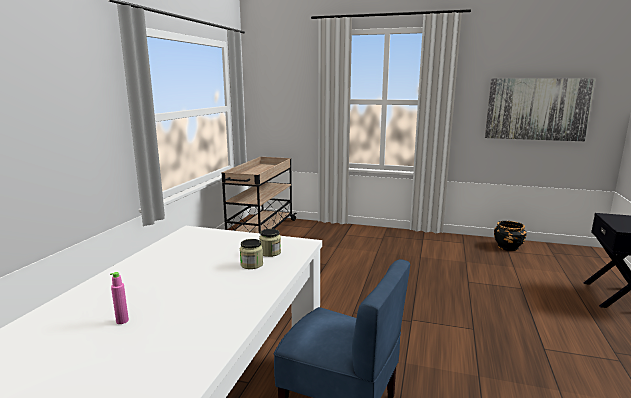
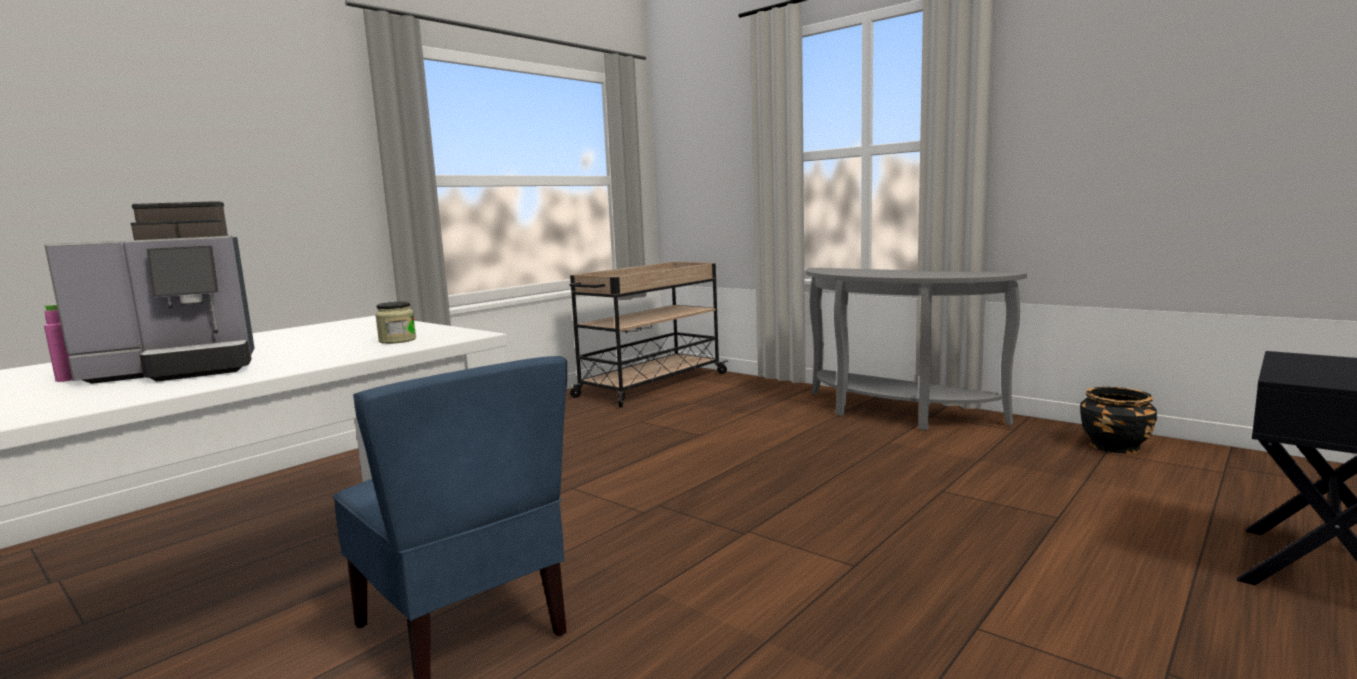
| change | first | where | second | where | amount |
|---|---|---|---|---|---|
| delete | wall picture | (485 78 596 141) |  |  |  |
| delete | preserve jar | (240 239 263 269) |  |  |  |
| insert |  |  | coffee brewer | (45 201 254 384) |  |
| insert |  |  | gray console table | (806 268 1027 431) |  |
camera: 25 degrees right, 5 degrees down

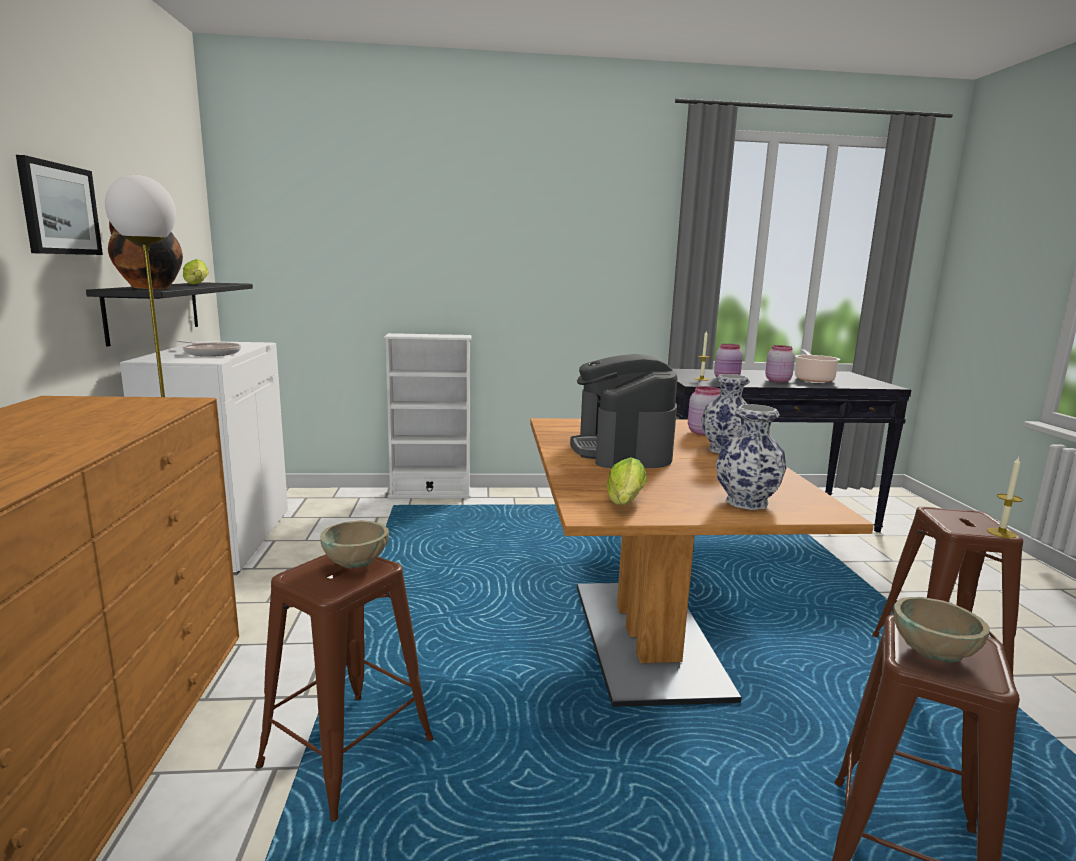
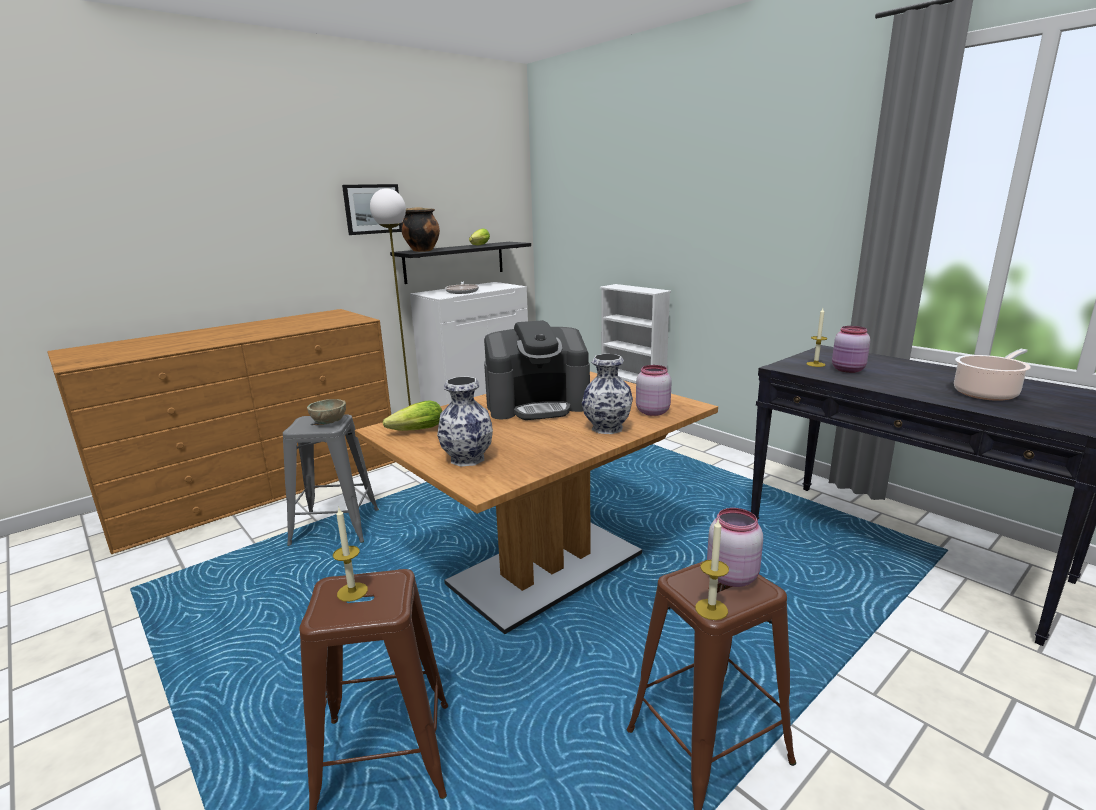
| change | first | where | second | where | amount |
|---|---|---|---|---|---|
| move | pinkish preserve jar | (765 345 795 382) |  | (707 508 763 587) |  |
| rotate | coffee brewer | (570 354 677 468) |  | (484 320 590 420) | 150 degrees counterclockwise |
| recolor | brown stool | (256 554 434 822) | gray stool | (283 414 379 546) |  |
| replace | beige-coloured deep dish | (894 597 990 663) | candle | (333 508 368 602) |  |
camera: 55 degrees right, 5 degrees up

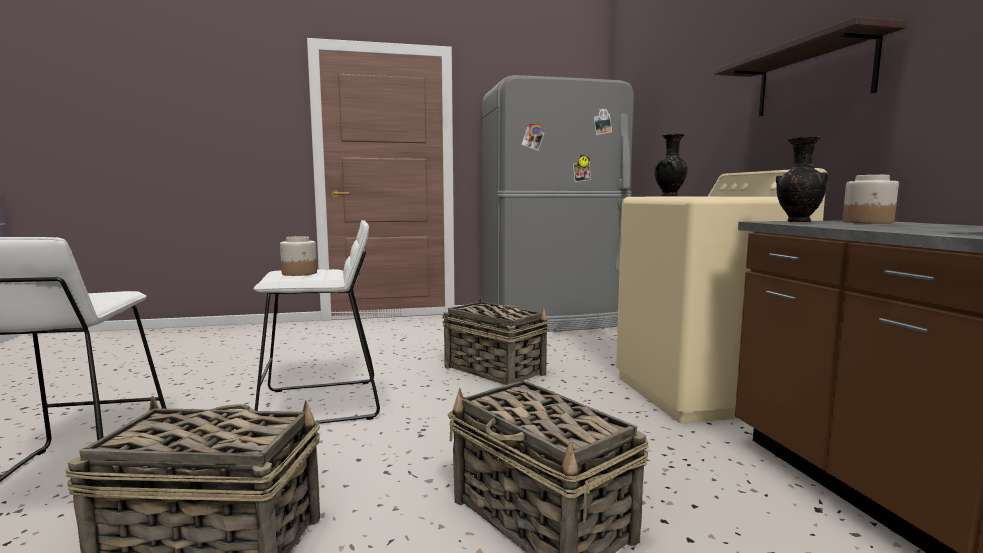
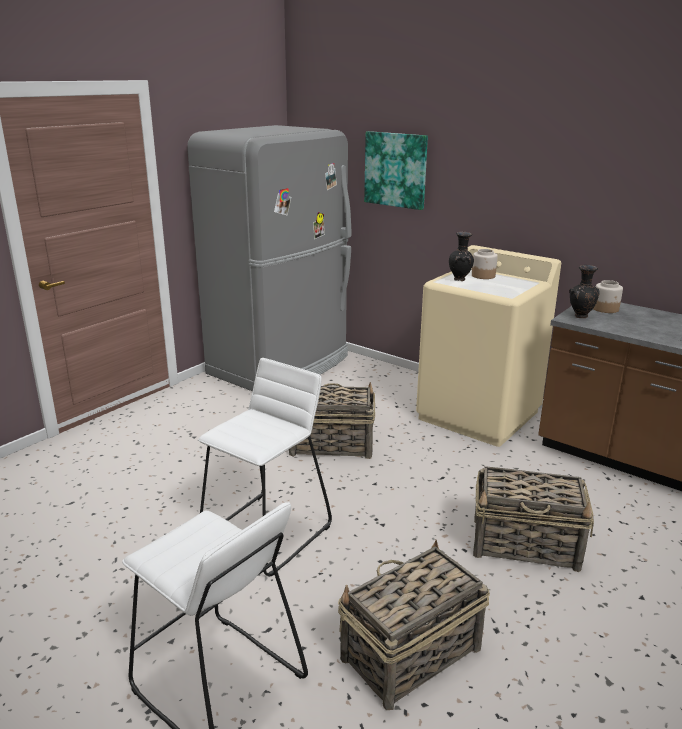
| change | first | where | second | where | amount |
|---|---|---|---|---|---|
| delete | shelf | (714 17 906 116) |  |  |  |
| move | preserve jar | (280 236 317 276) |  | (472 249 498 279) |  |
| insert |  |  | wall picture | (364 131 428 210) |  |
camera: 40 degrees left, 15 degrees up

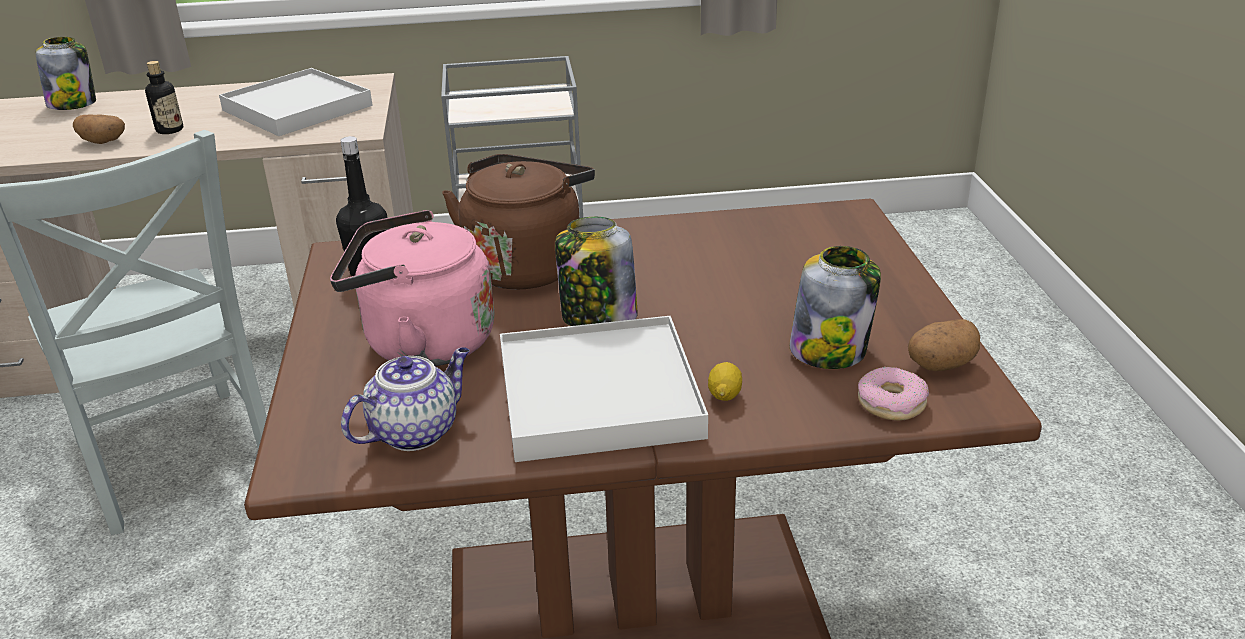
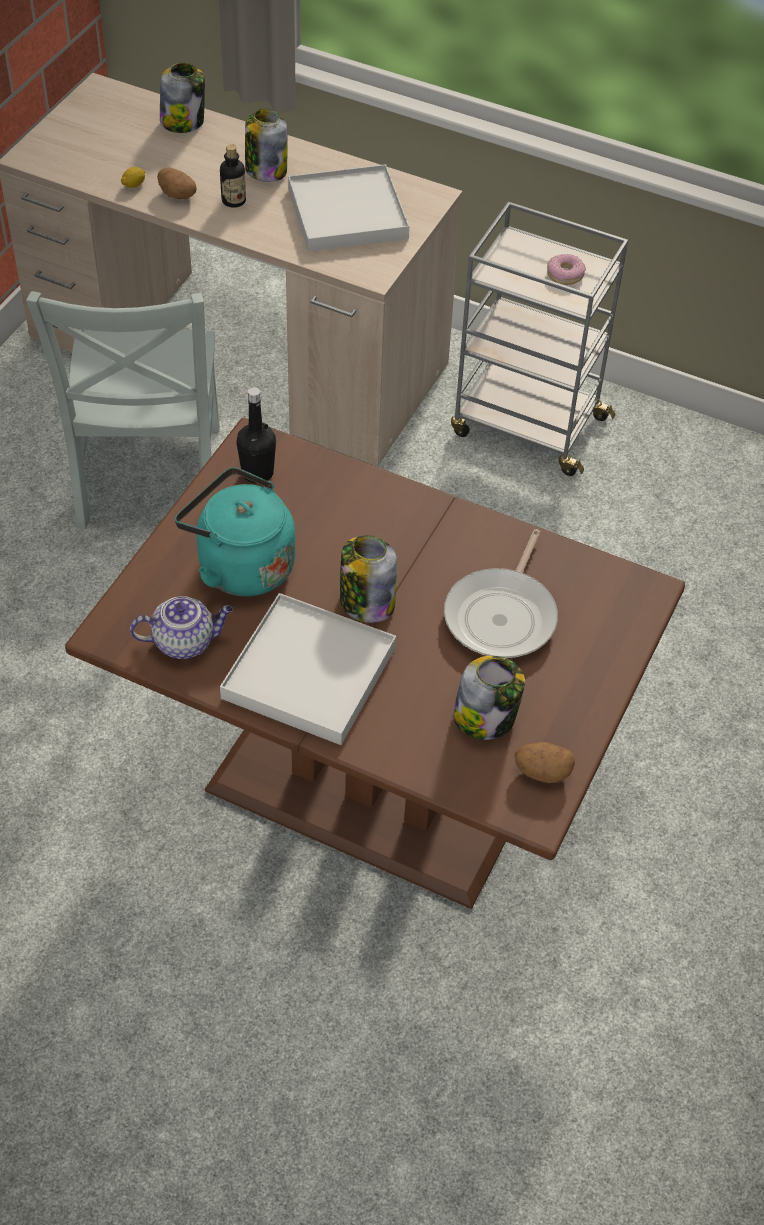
| change | first | where | second | where | amount |
|---|---|---|---|---|---|
| delete | brown kettle | (442 154 595 289) |  |  |  |
| recolor | pinkish kettle | (330 210 495 366) | turquoise-coloured kettle | (175 467 296 597) |  |
| move | lemon | (708 362 742 401) |  | (121 167 145 188) |  |
| move | ring doughnut | (858 367 929 421) |  | (547 254 586 285) |  |
| insert |  |  | preserve jar | (245 109 288 182) |  |
| insert |  |  | pan | (444 529 558 658) |  |
camera: 30 degrees right, 20 degrees up

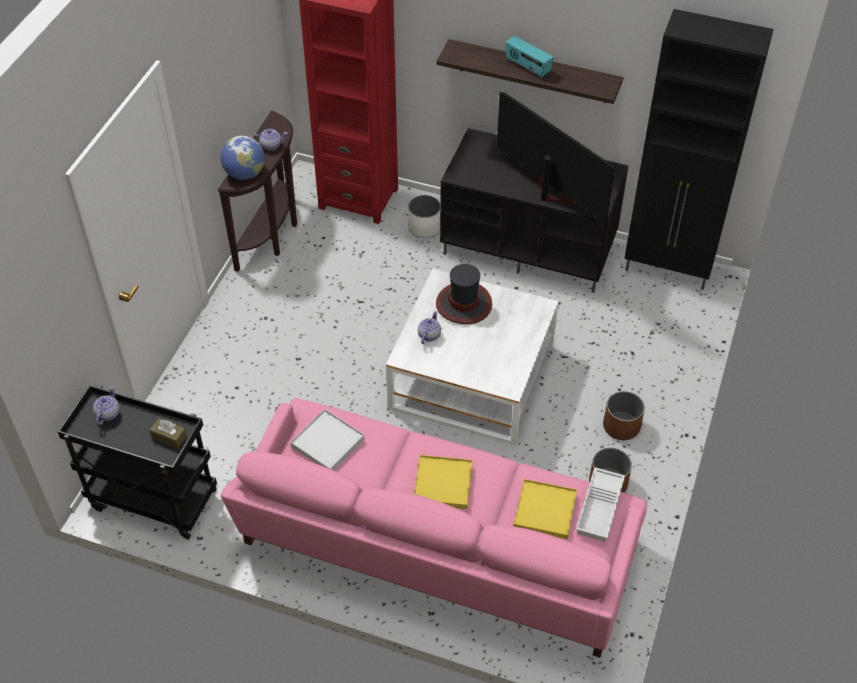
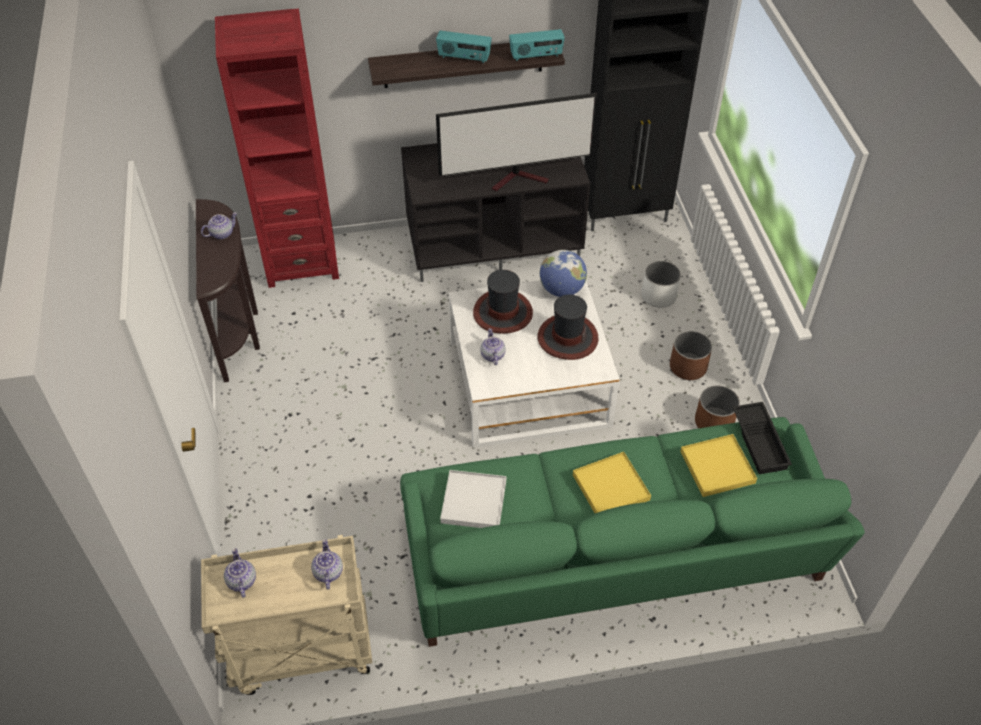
| change | first | where | second | where | amount |
|---|---|---|---|---|---|
| rotate | TV | (497 92 615 224) |  | (436 93 597 191) | 150 degrees clockwise |
| move | world globe | (220 136 265 180) |  | (540 250 587 297) |  |
| move | white-coloured planter | (408 195 440 238) |  | (641 261 681 307) |  |
| recolor | black-coloured cart | (58 385 217 539) | beige-coloured cart | (201 535 372 695) |  |
| recolor | pinkish couch | (221 398 647 658) | green-coloured couch | (400 417 865 647) |  |
| replace | brown tissue box | (150 418 187 448) | teapot | (311 539 343 590) |  |
| recolor | white-coloured carrying tray | (576 467 625 542) | black-coloured carrying tray | (733 402 792 474) |  |
| insert |  |  | radio set | (509 29 565 61) |  |
| insert |  |  | hat | (538 295 599 360) |  |
camera: 30 degrees left, 0 degrees up

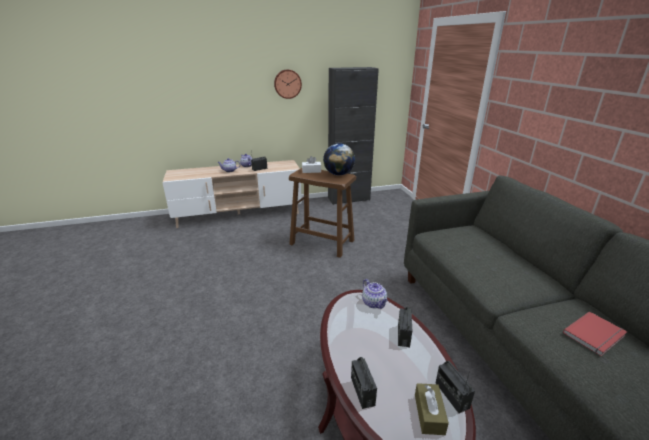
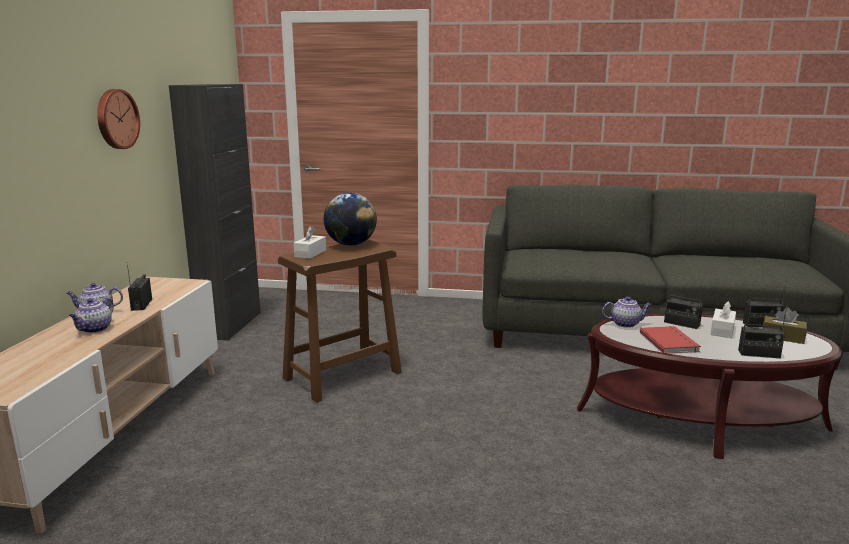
| change | first | where | second | where | amount |
|---|---|---|---|---|---|
| move | red volume | (563 312 627 356) |  | (640 326 701 353) |  |
| insert |  |  | white-coloured tissue box | (711 301 736 338) |  |
camera: 65 degrees left, 10 degrees down

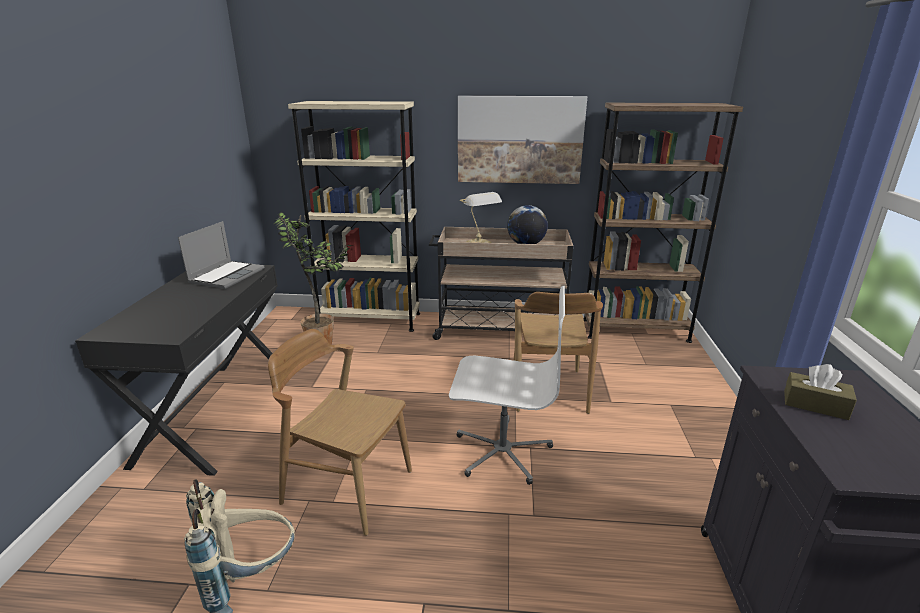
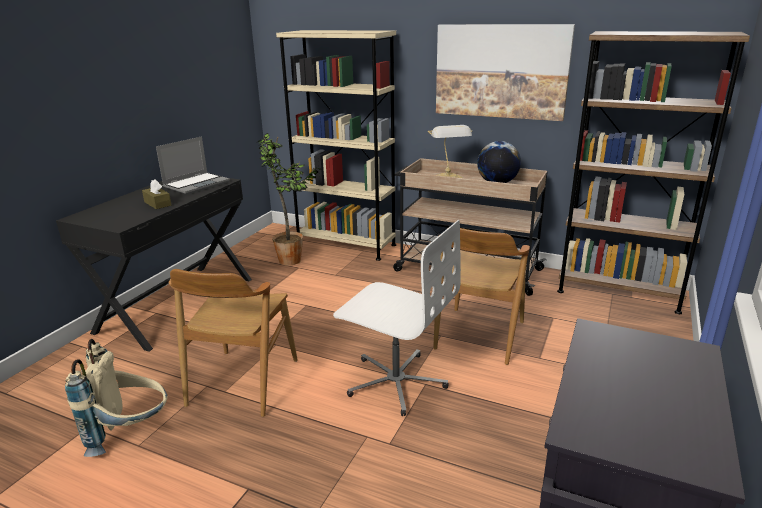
| change | first | where | second | where | amount |
|---|---|---|---|---|---|
| rotate | brown chair | (268 329 412 536) |  | (169 269 298 417) | 120 degrees counterclockwise |
| move | brown tissue box | (784 364 857 420) |  | (142 179 171 209) |  |
camera: 20 degrees right, 0 degrees up

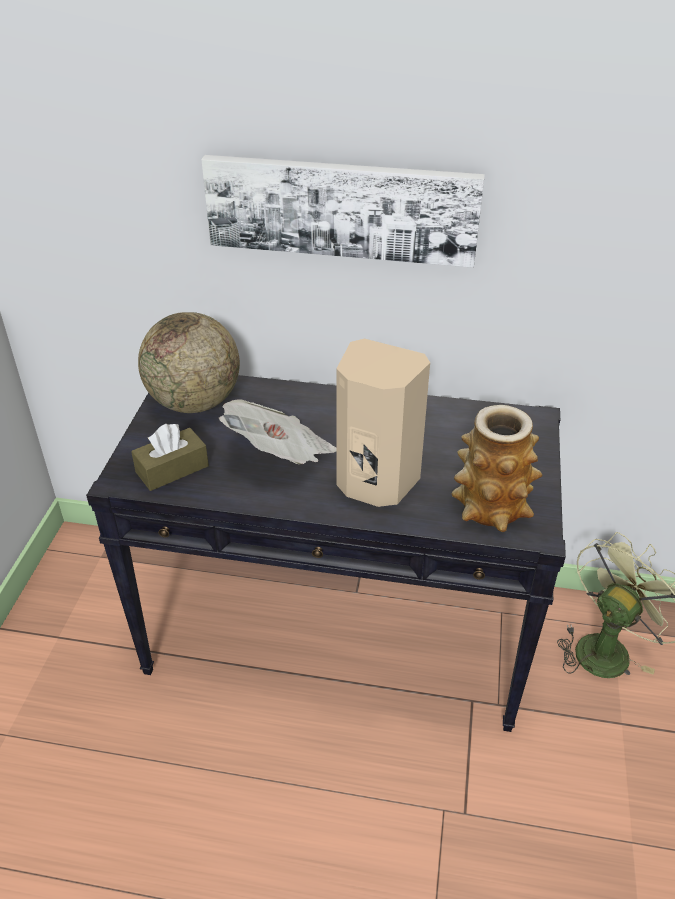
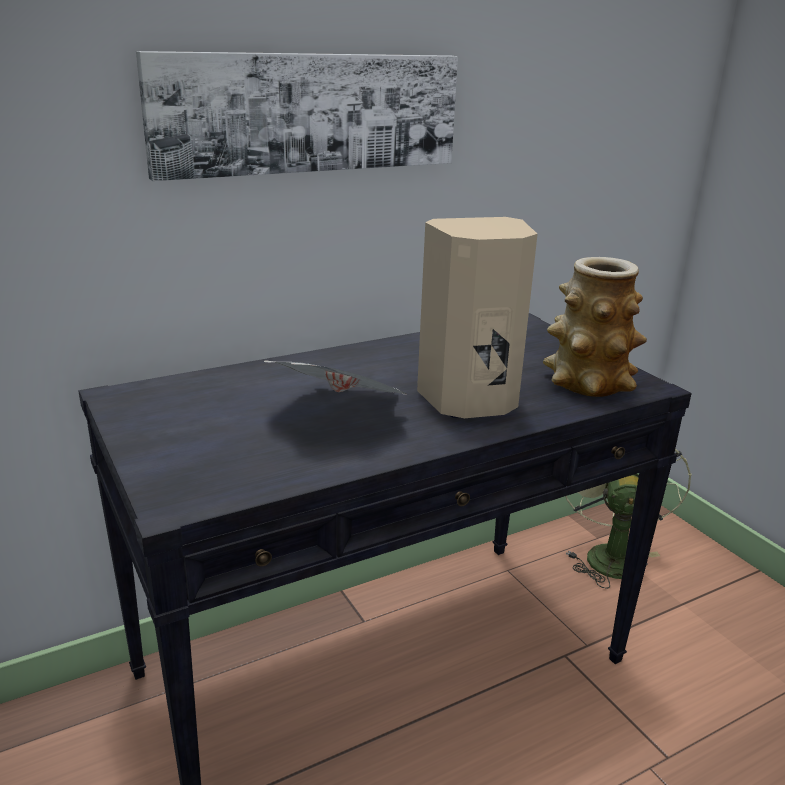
| change | first | where | second | where | amount |
|---|---|---|---|---|---|
| delete | world globe | (138 312 240 413) |  |  |  |
| delete | brown tissue box | (131 424 209 491) |  |  |  |
camera: 40 degrees left, 15 degrees down

